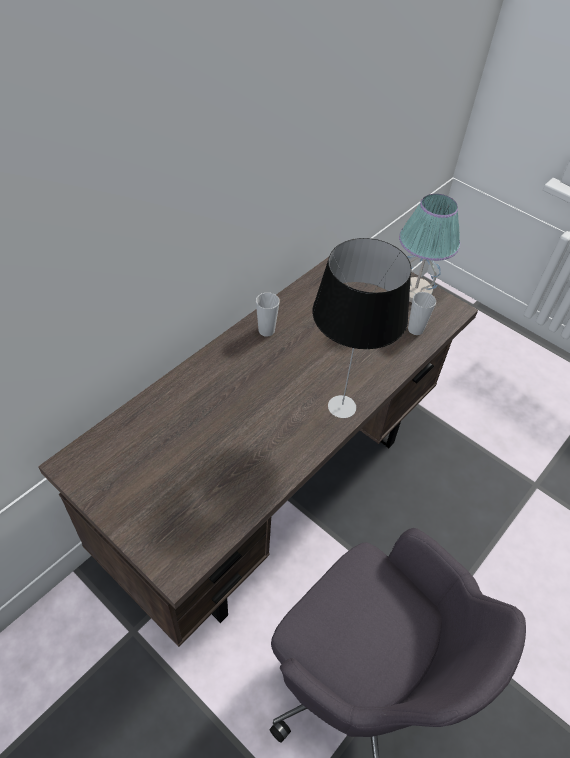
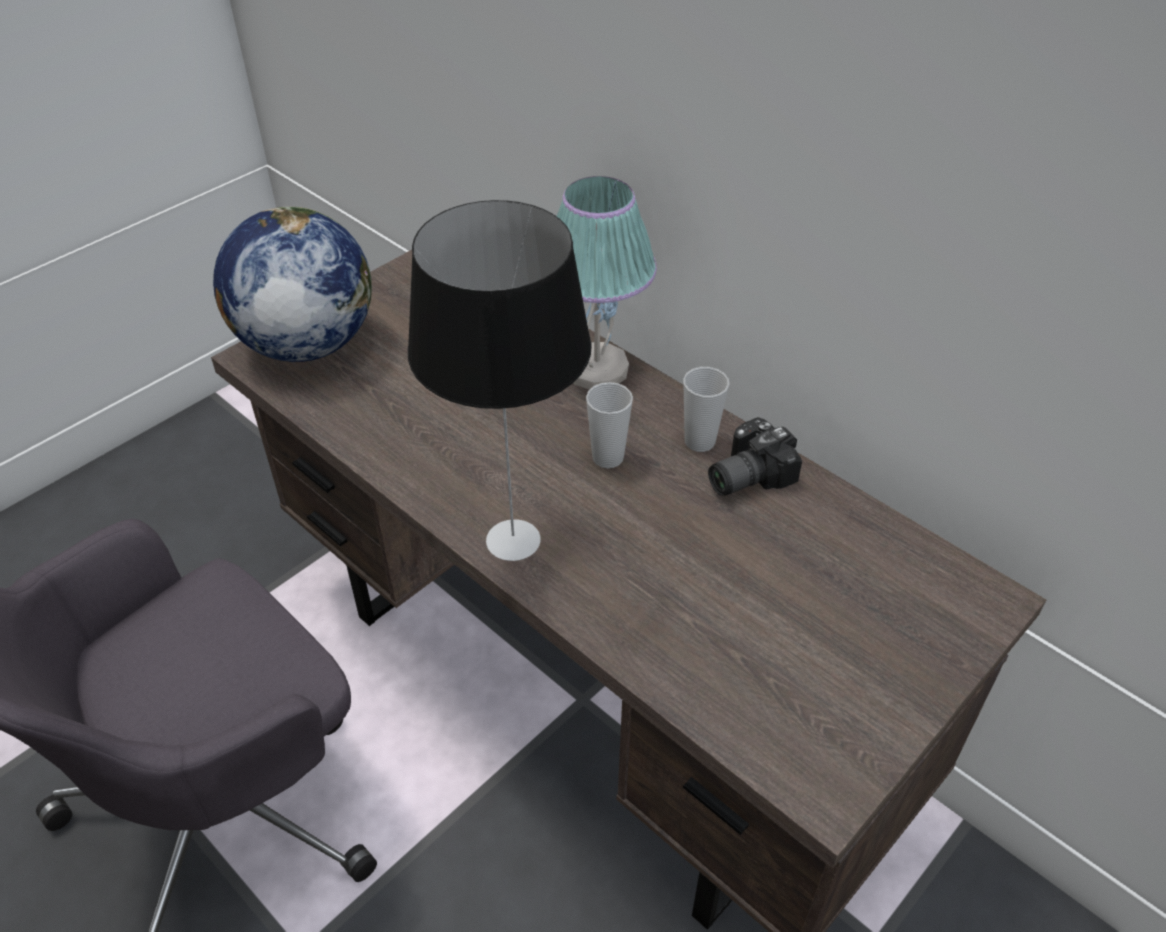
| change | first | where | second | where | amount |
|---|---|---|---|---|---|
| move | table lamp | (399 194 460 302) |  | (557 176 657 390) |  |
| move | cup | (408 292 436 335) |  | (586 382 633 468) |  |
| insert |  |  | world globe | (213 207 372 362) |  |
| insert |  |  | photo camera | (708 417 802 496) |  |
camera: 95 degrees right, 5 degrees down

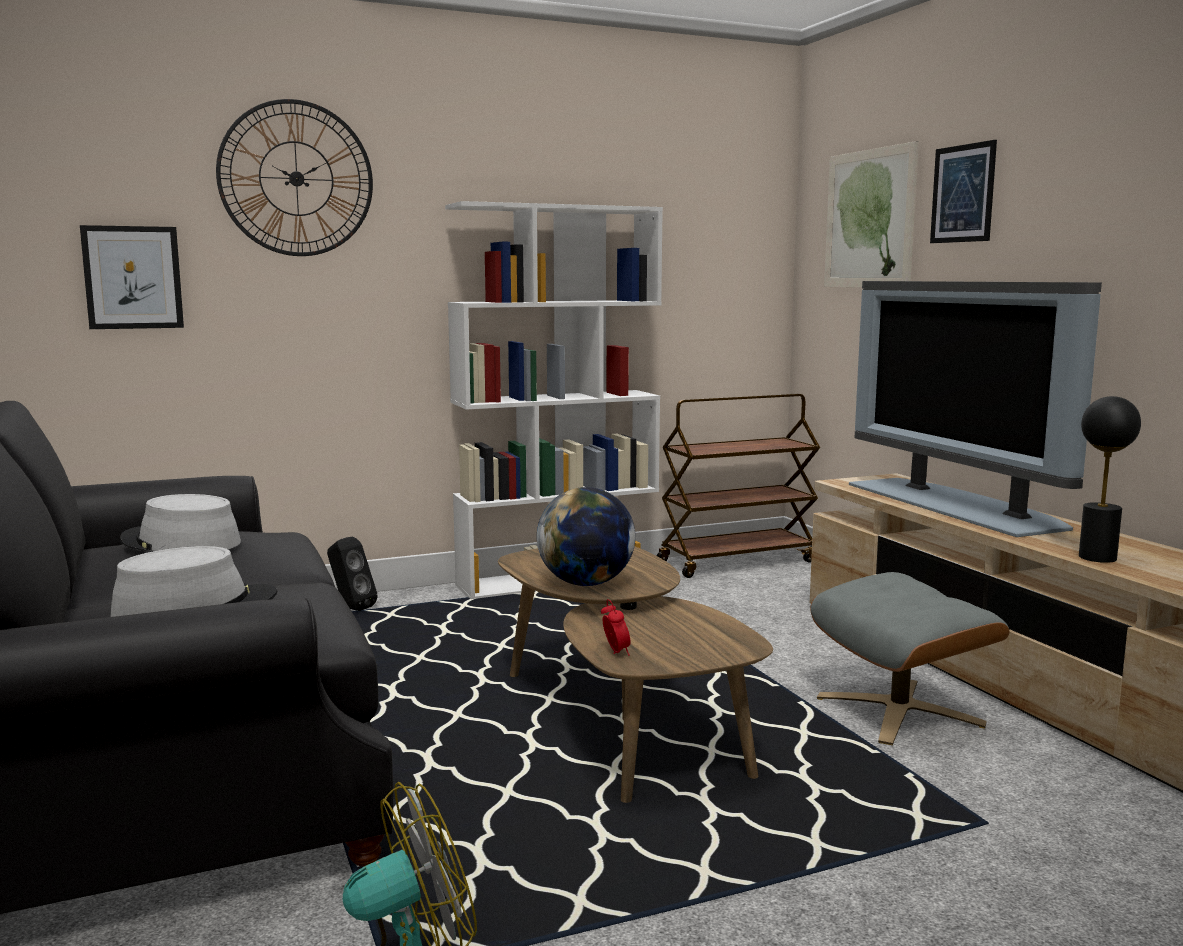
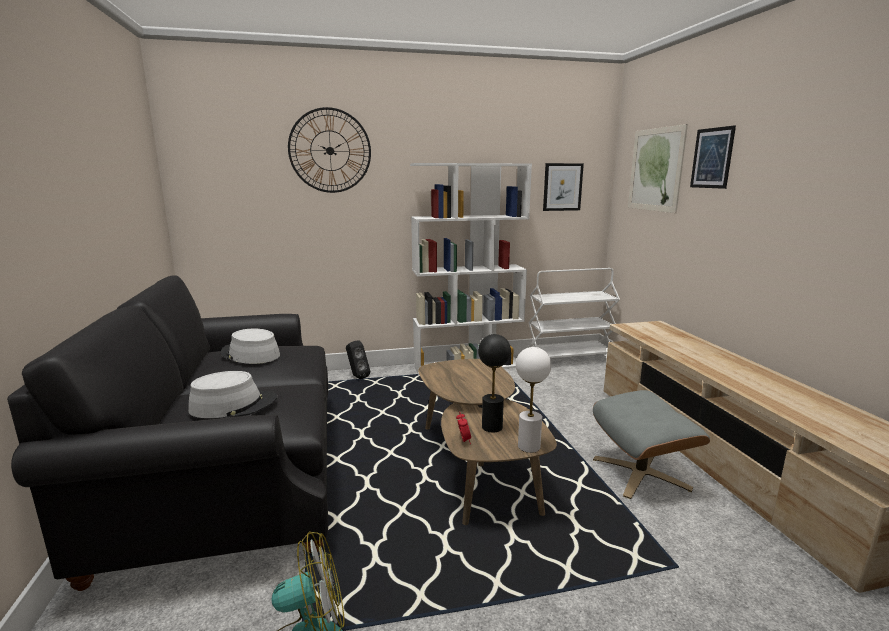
| change | first | where | second | where | amount |
|---|---|---|---|---|---|
| move | wall picture | (80 225 184 329) |  | (543 163 584 211) |  |
| delete | TV | (849 281 1102 537) |  |  |  |
| recolor | brown cart | (657 394 820 578) | white-coloured cart | (527 268 620 358) |  |
| move | black-coloured table lamp | (1079 396 1141 563) |  | (478 334 511 432) |  |
| delete | world globe | (537 487 635 586) |  |  |  |
| insert |  |  | white-coloured table lamp | (516 347 551 453) |  |
camera: 10 degrees right, 5 degrees up

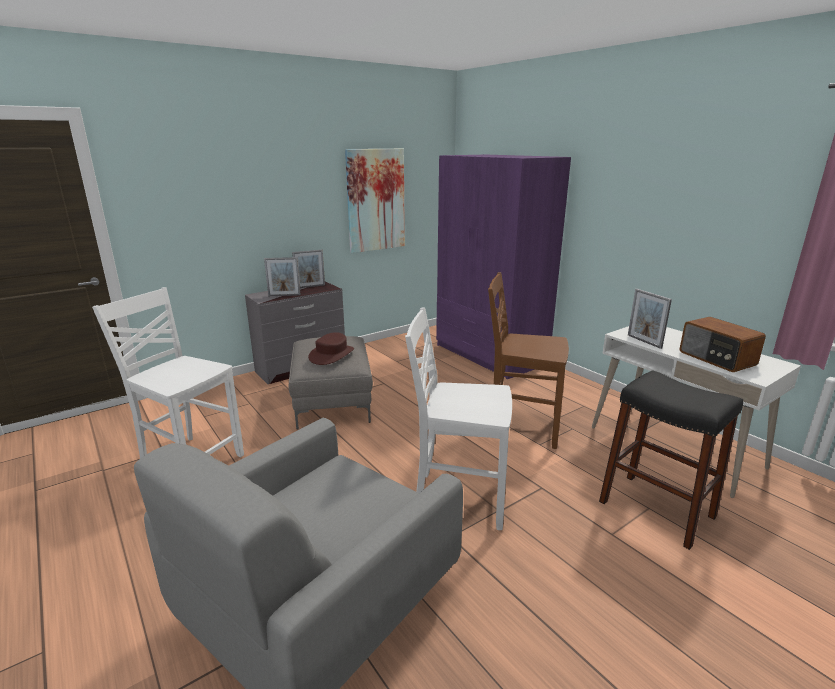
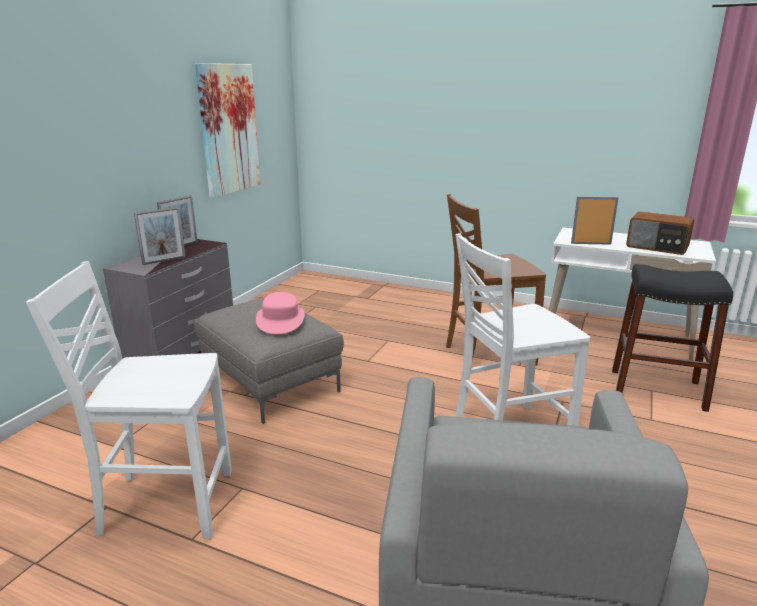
| change | first | where | second | where | amount |
|---|---|---|---|---|---|
| delete | purple-coloured armoire | (436 155 571 379) |  |  |  |
| rotate | photo frame | (628 289 672 349) |  | (571 196 618 245) | 150 degrees clockwise |
| recolor | brown hat | (308 332 354 365) | pinkish hat | (256 292 305 334) |  |
camera: 30 degrees left, 0 degrees up

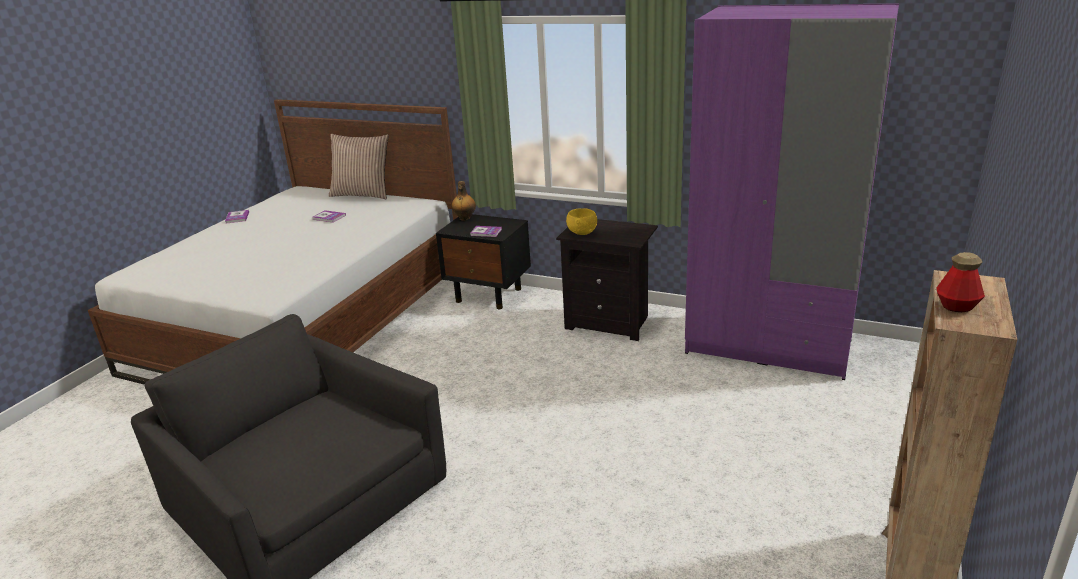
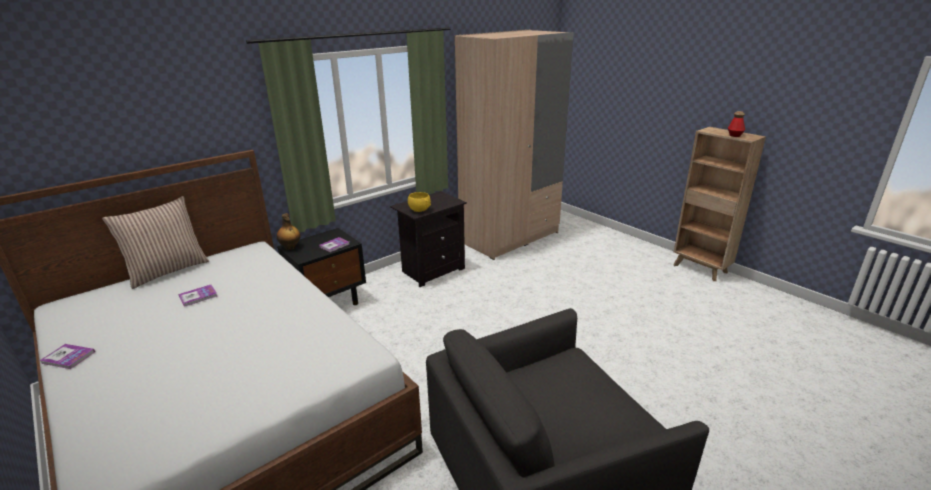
| change | first | where | second | where | amount |
|---|---|---|---|---|---|
| recolor | purple-coloured armoire | (685 3 899 380) | beige-coloured armoire | (455 30 574 260) |  |
camera: 65 degrees left, 0 degrees up

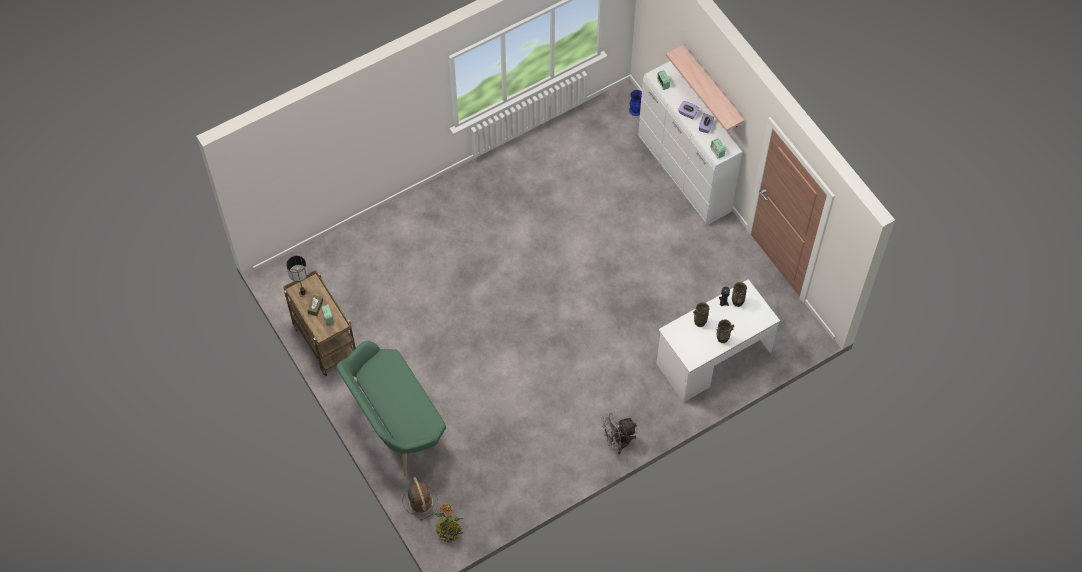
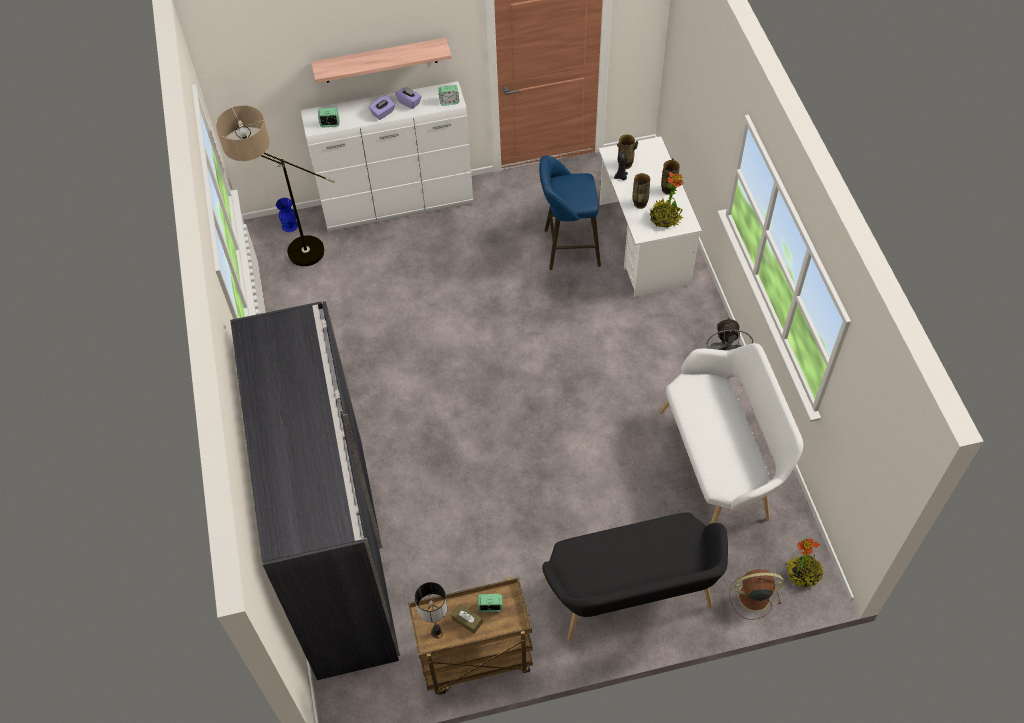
| change | first | where | second | where | amount |
|---|---|---|---|---|---|
| recolor | green-coloured long seat | (337 341 451 477) | black-coloured long seat | (542 512 728 642) |  |
| insert |  |  | floor lamp | (216 105 335 266) |  |
| insert |  |  | blue-coloured stool | (539 155 601 270) |  |
| insert |  |  | plant in a pot | (649 172 683 228) |  |
| insert |  |  | gray armoire | (230 301 400 680) |  |
| insert |  |  | white-coloured long seat | (660 343 803 523) |  |
camera: 70 degrees left, 5 degrees down

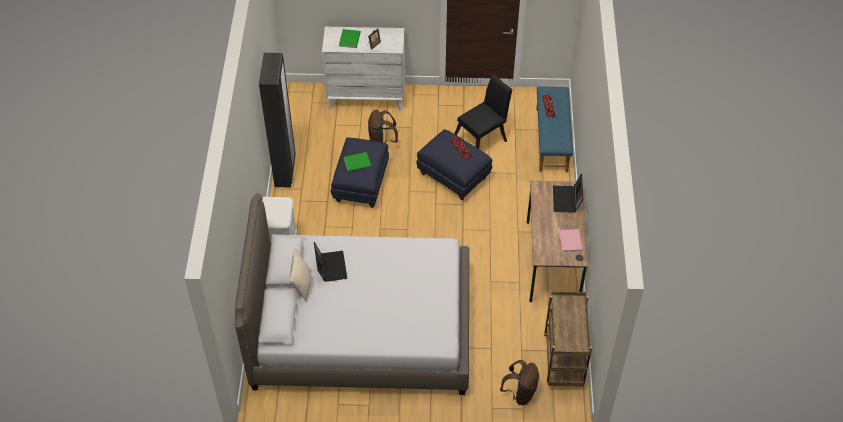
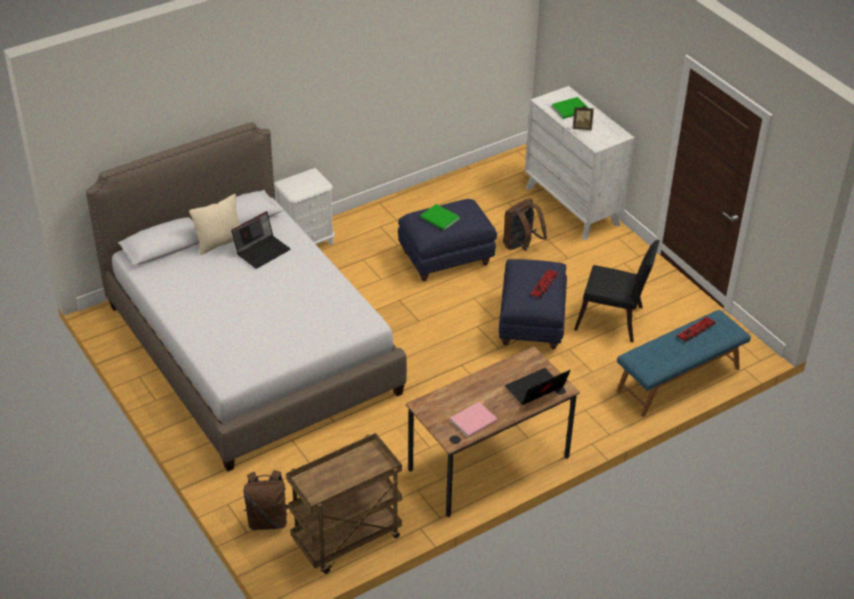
| change | first | where | second | where | amount |
|---|---|---|---|---|---|
| delete | black-coloured armoire | (259 53 296 187) |  |  |  |
camera: 55 degrees right, 10 degrees down

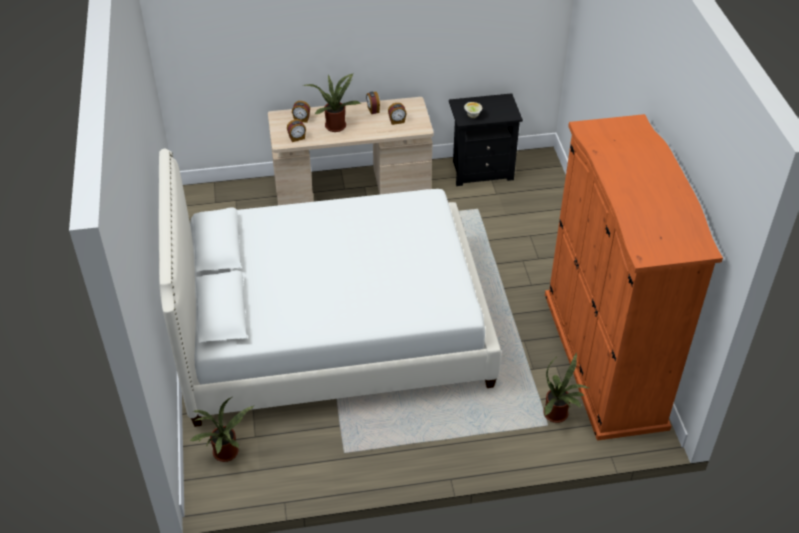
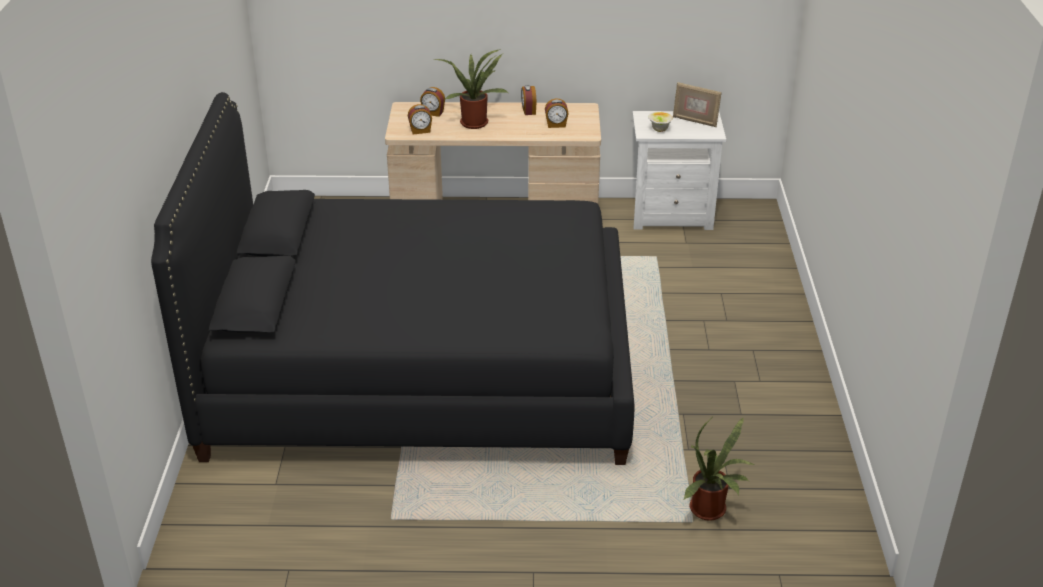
| change | first | where | second | where | amount |
|---|---|---|---|---|---|
| recolor | black-coloured night table | (449 93 523 186) | white-coloured night table | (632 111 726 230) |  |
| delete | orange armoire | (545 114 723 441) |  |  |  |
| recolor | white-coloured bedroom bed | (159 149 501 427) | black-coloured bedroom bed | (151 92 634 465) |  |
| delete | plant in a pot | (190 397 254 462) |  |  |  |
| insert |  |  | photo frame | (673 82 722 127) |  |
camera: 10 degrees right, 10 degrees down

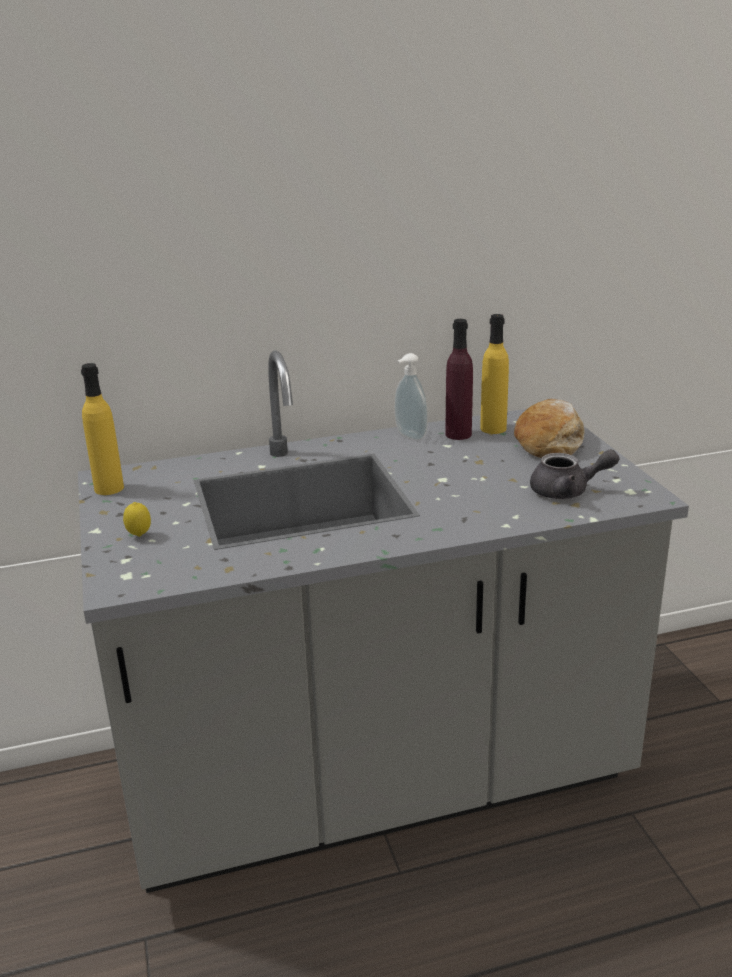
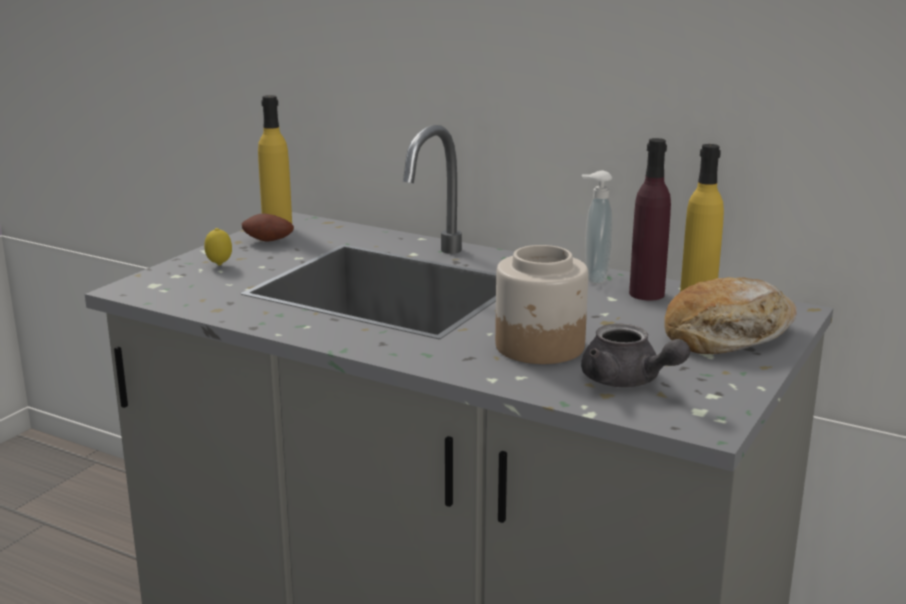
| change | first | where | second | where | amount |
|---|---|---|---|---|---|
| insert |  |  | whole potato | (242 213 294 242) |  |
| insert |  |  | preserve jar | (495 245 588 364) |  |
camera: 45 degrees right, 5 degrees down

